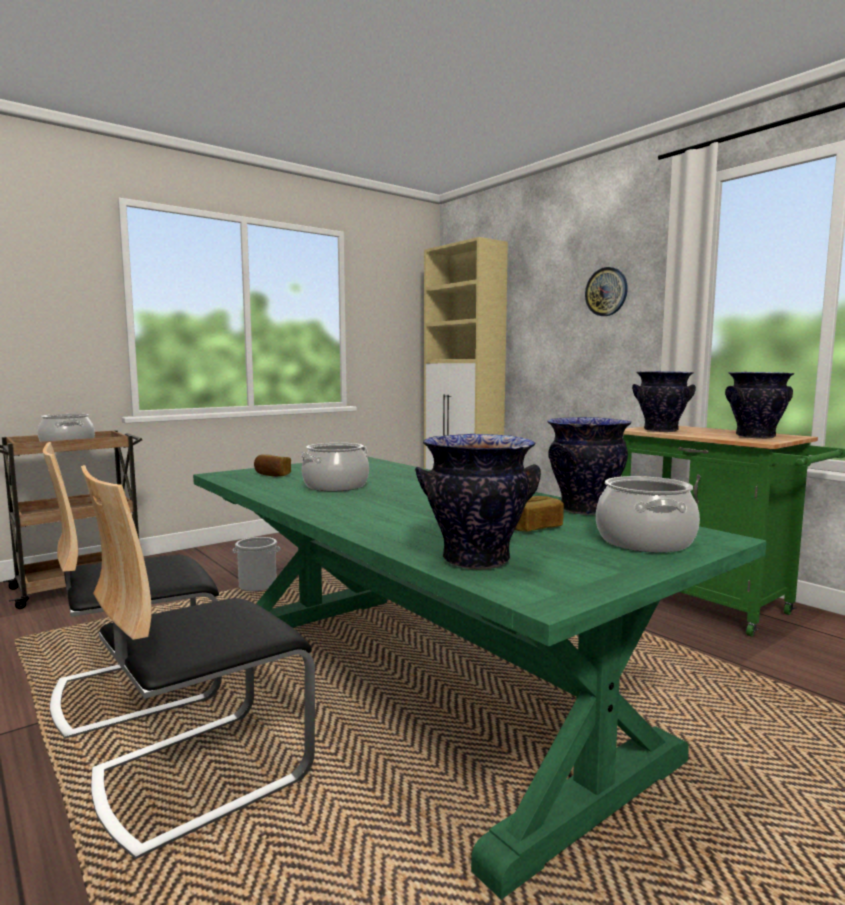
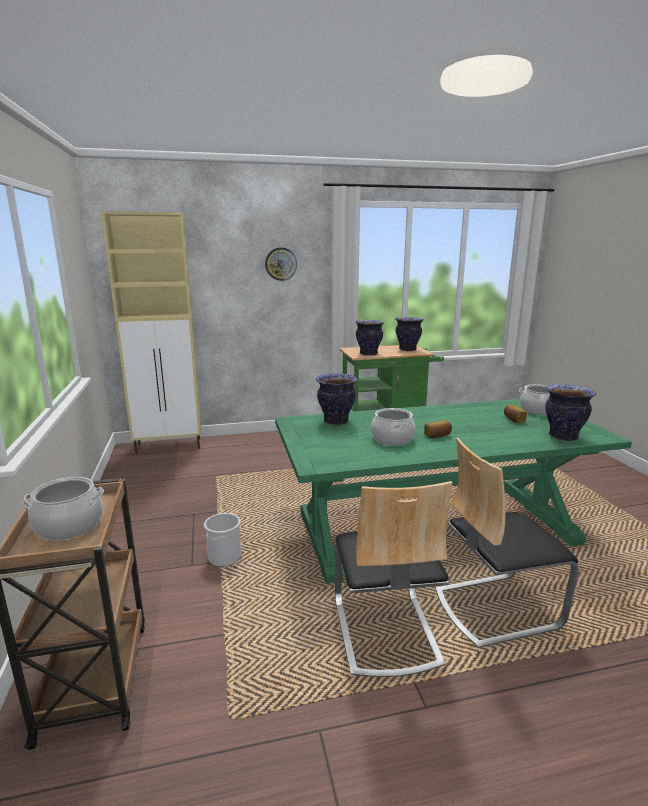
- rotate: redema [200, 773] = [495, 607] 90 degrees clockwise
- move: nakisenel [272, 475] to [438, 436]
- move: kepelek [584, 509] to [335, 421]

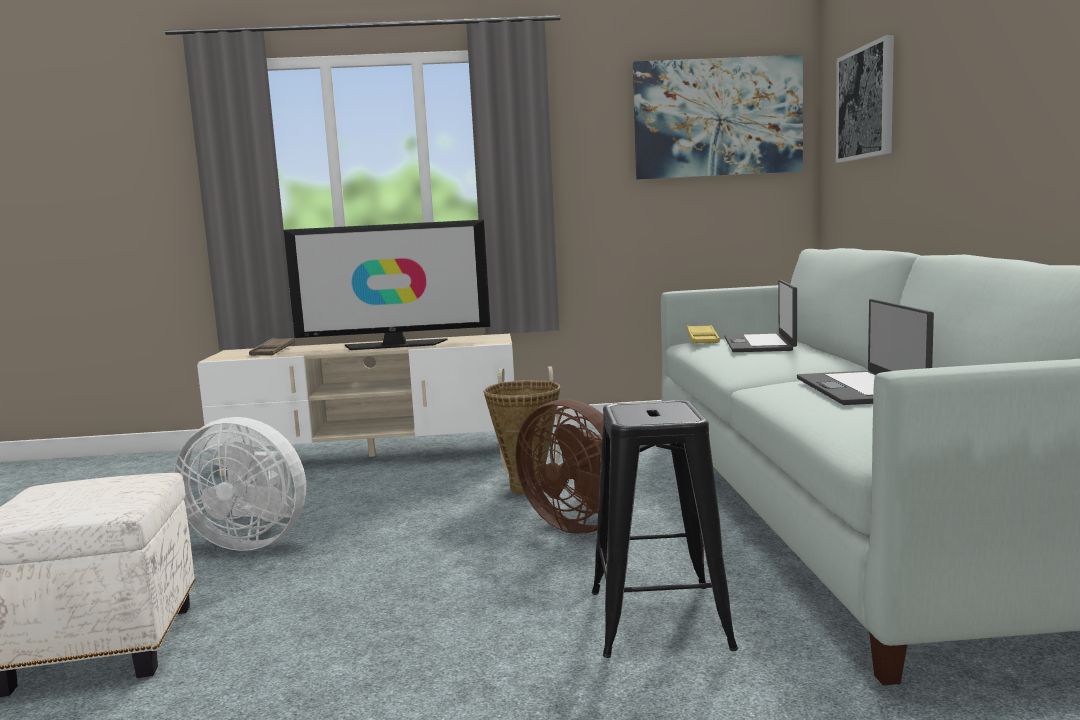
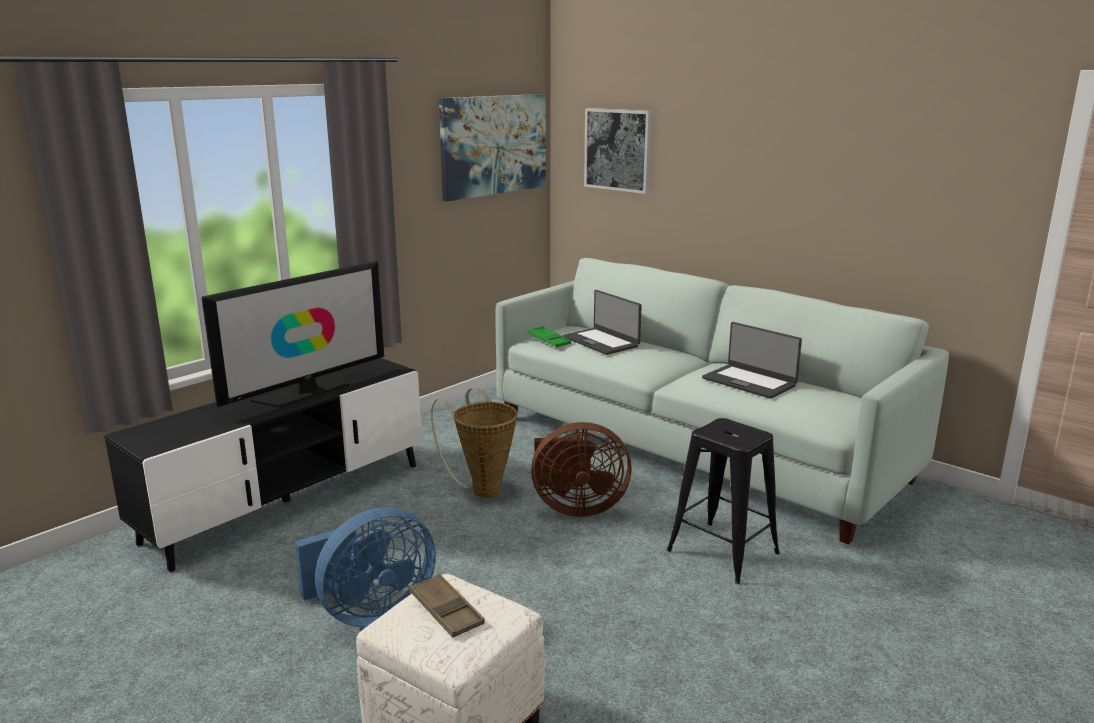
- recolor: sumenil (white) [252, 541] to sumenil (blue) [370, 613]
- recolor: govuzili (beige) [371, 456] to govuzili (black) [288, 501]
- move: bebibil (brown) [273, 351] to [446, 611]
- recolor: bebibil (yellow) [702, 339] to bebibil (green) [549, 340]

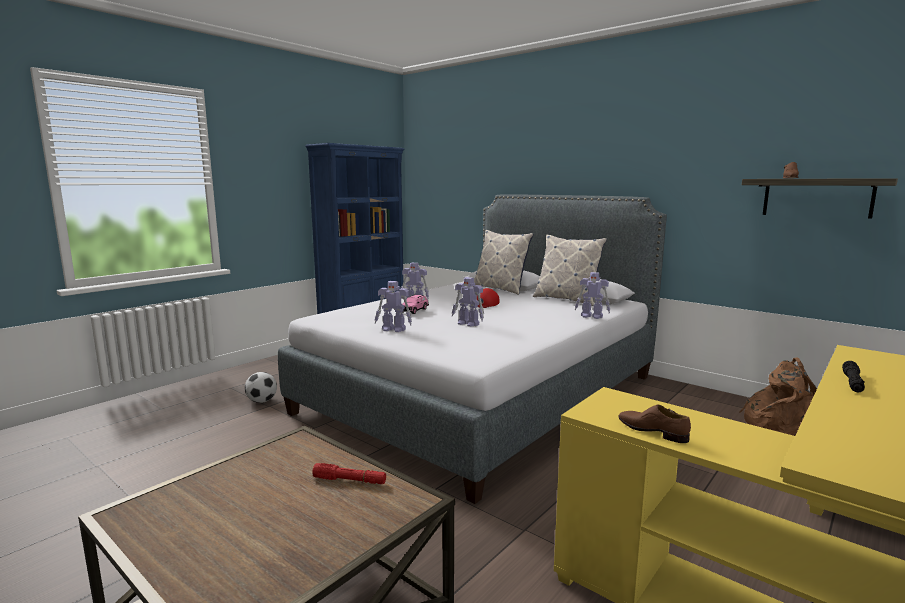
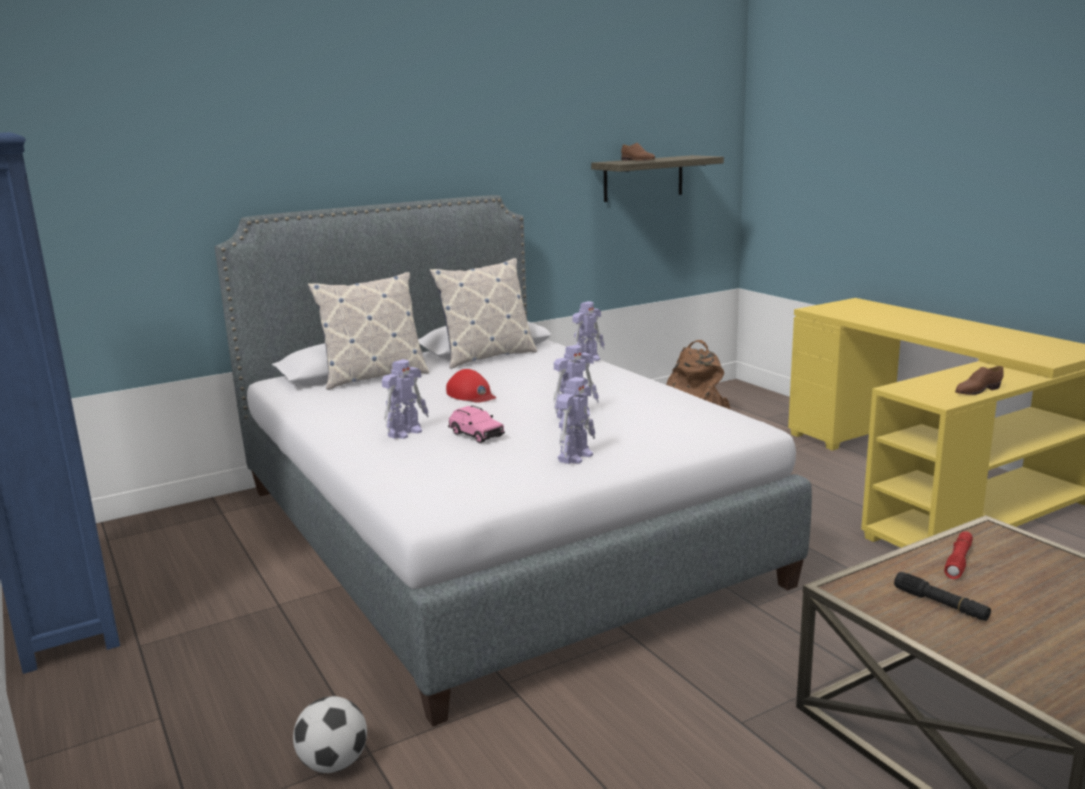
- move: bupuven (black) [852, 382] to [940, 604]

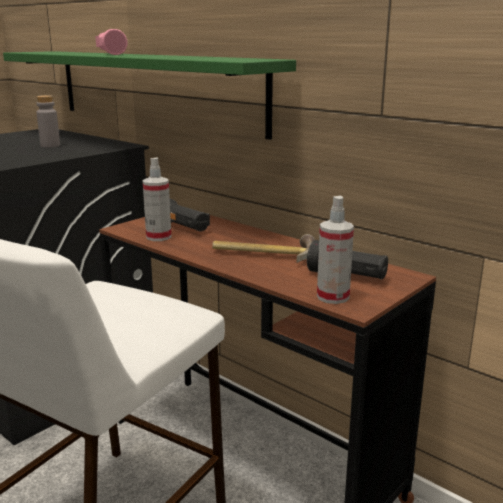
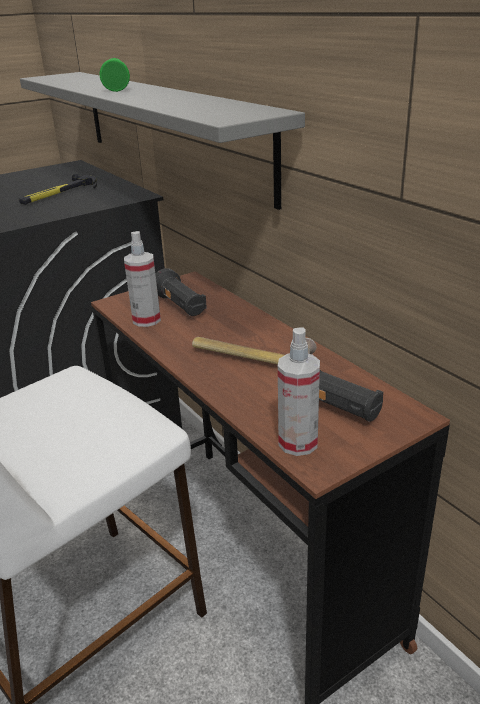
- recolor: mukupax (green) [153, 89] to mukupax (grey) [168, 128]
- replace: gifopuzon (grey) [50, 146] to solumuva [58, 194]
- recolor: bupuven (pink) [110, 54] to bupuven (green) [116, 87]

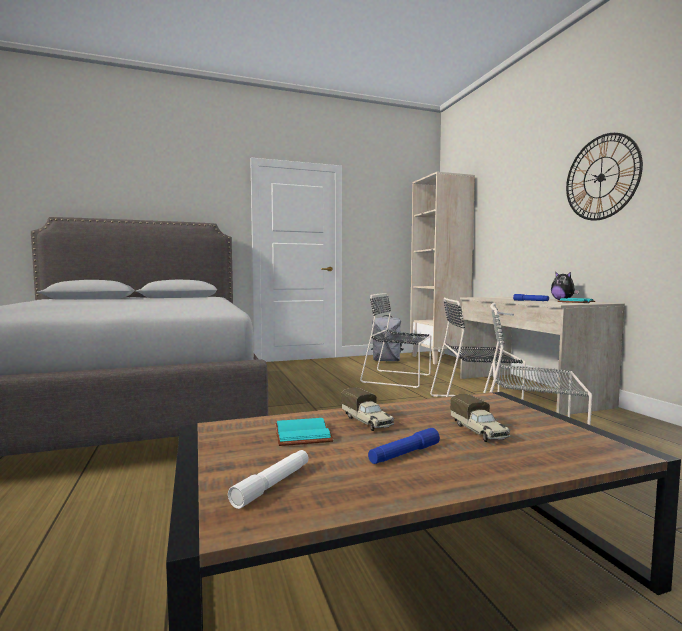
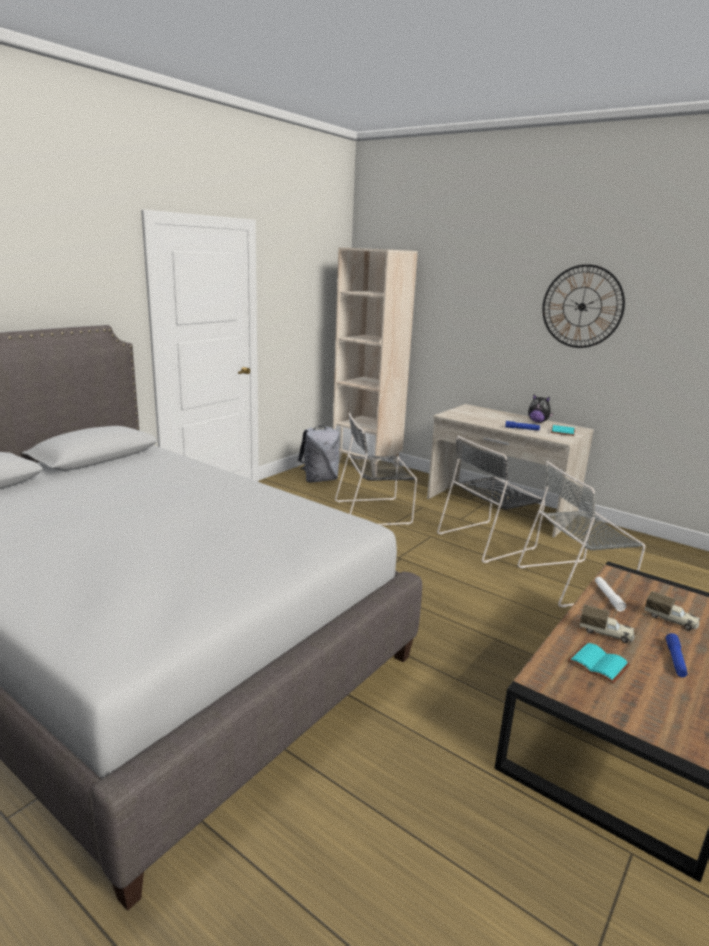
- move: bupuven (white) [272, 484] to [608, 597]

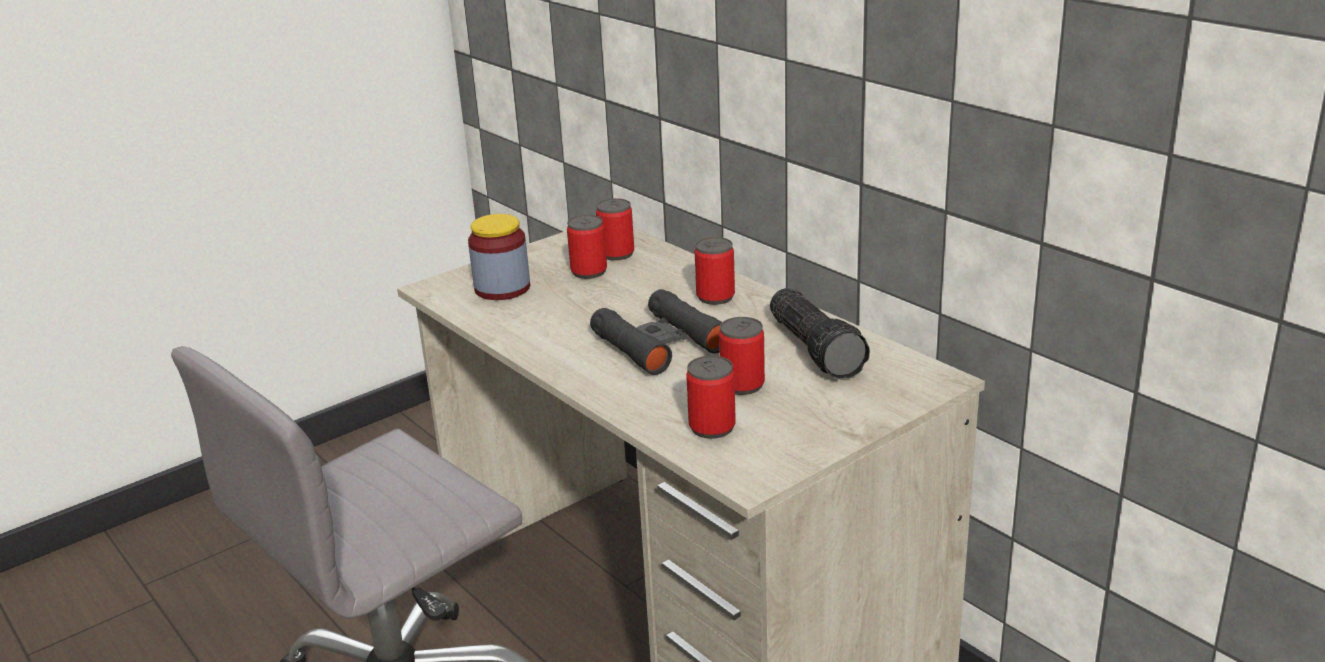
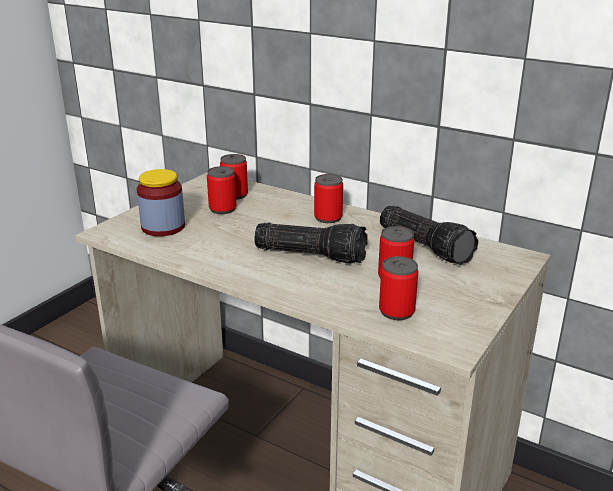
- replace: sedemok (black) [659, 343] to bupuven [311, 254]

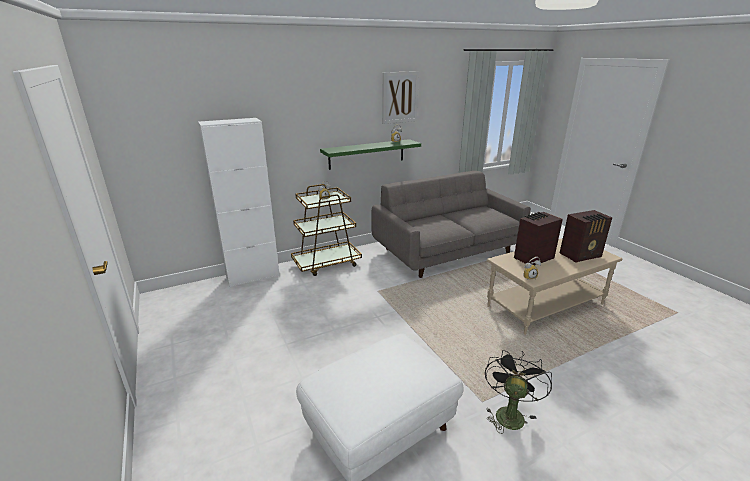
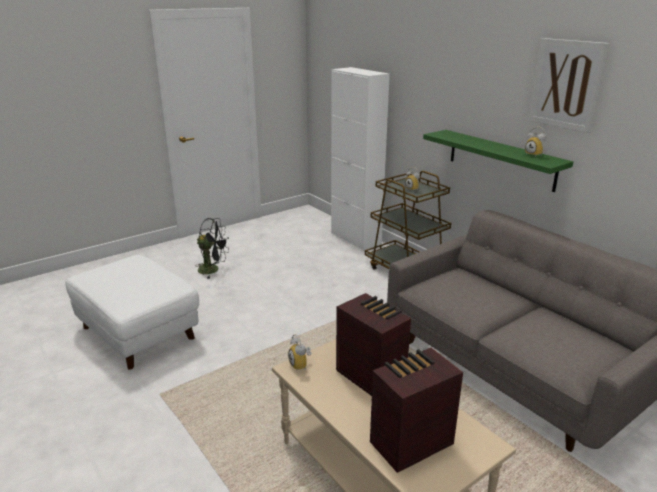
- move: sumenil (black) [509, 413] to [213, 270]
- rotate: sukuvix [581, 255] = [409, 443] 90 degrees clockwise

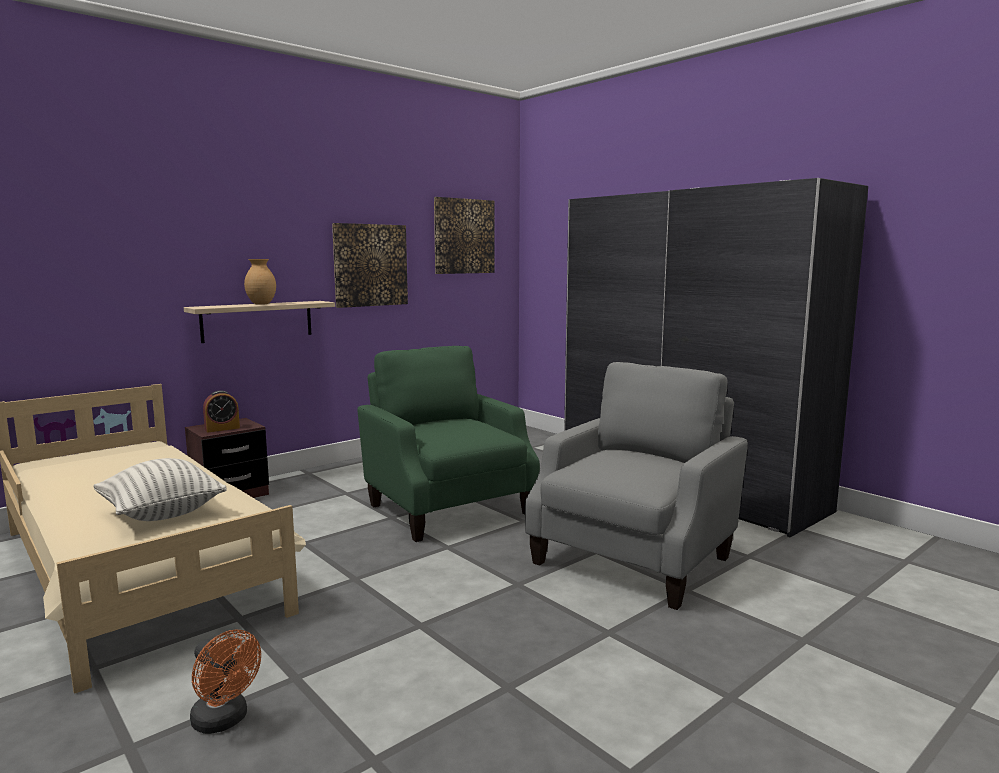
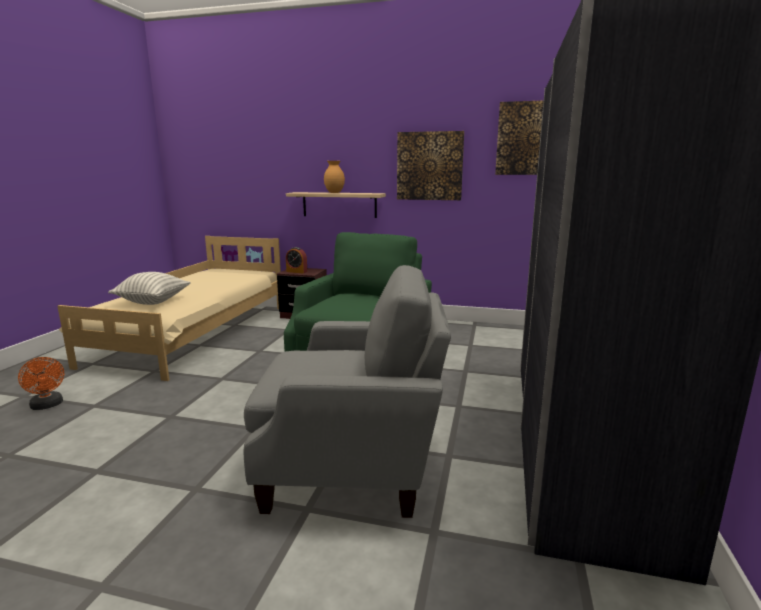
- rotate: sumenil (orange) [224, 721] = [47, 405] 45 degrees counterclockwise

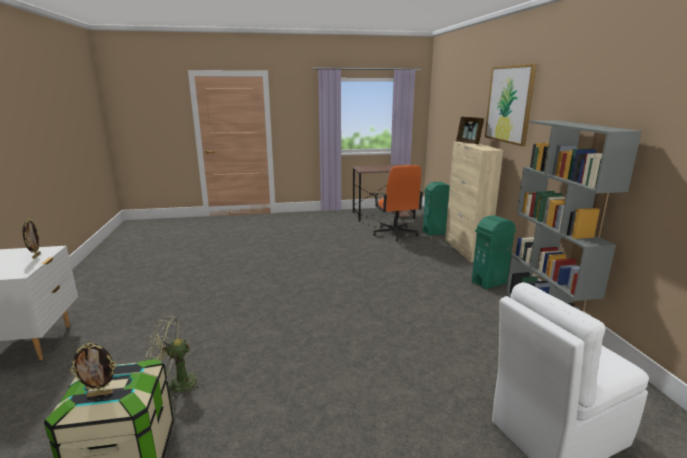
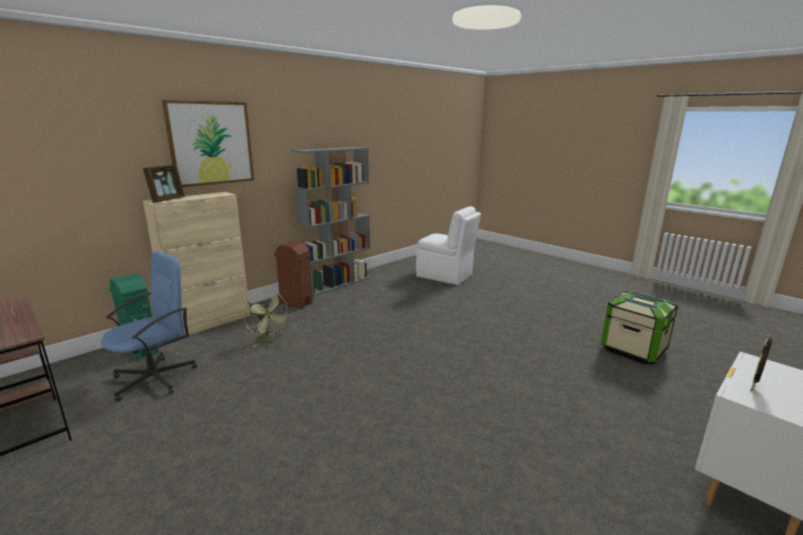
- delete: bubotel [100, 394]
- move: sumenil (green) [175, 384] to [269, 340]
- recolor: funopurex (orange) [395, 233] to funopurex (blue) [155, 378]
- recolor: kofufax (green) [489, 282] to kofufax (brown) [296, 303]

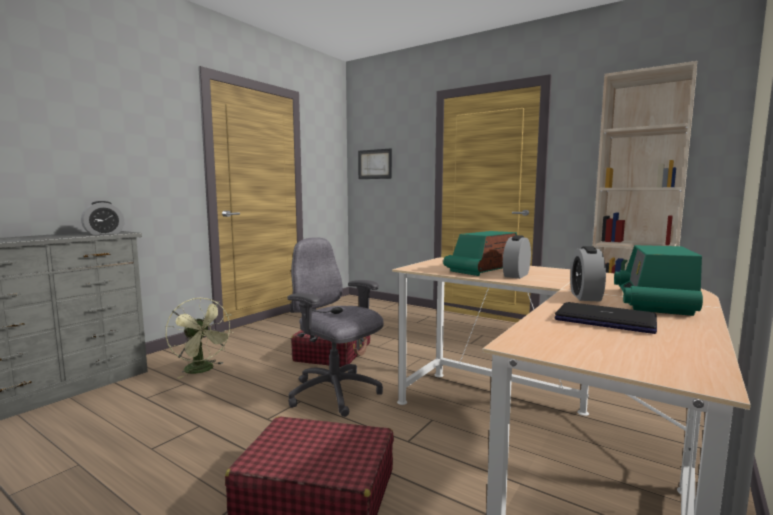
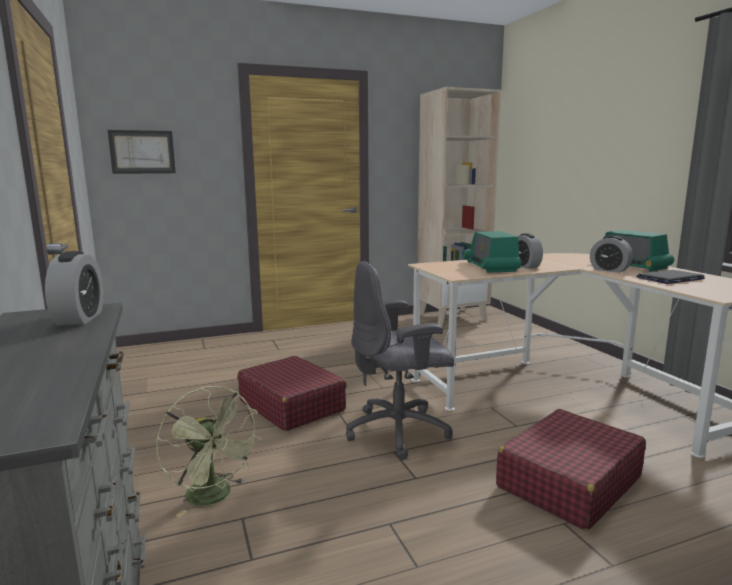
- rotate: sumenil (green) [202, 370] = [215, 497] 60 degrees clockwise

